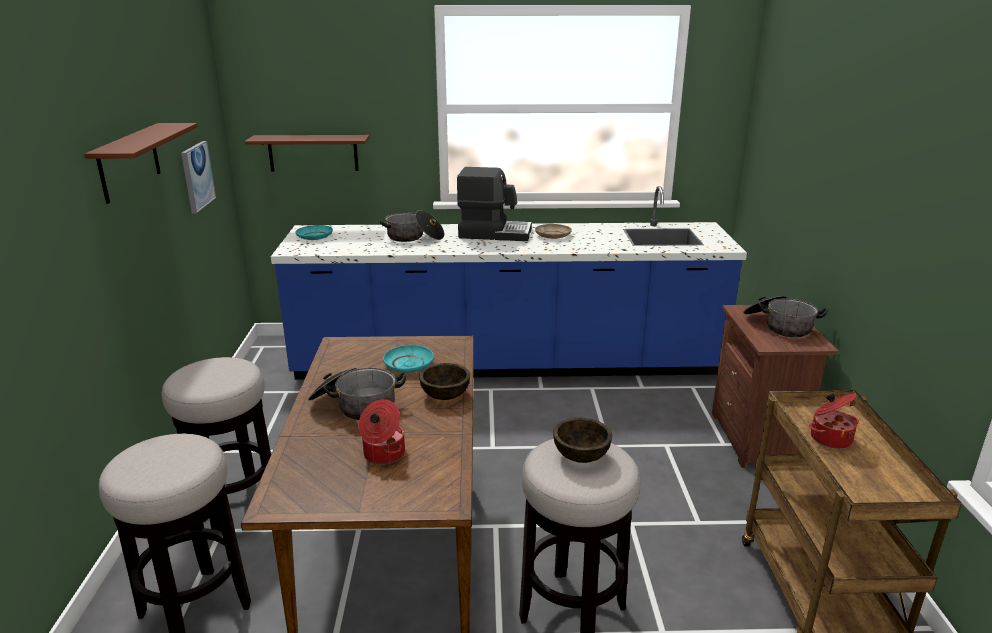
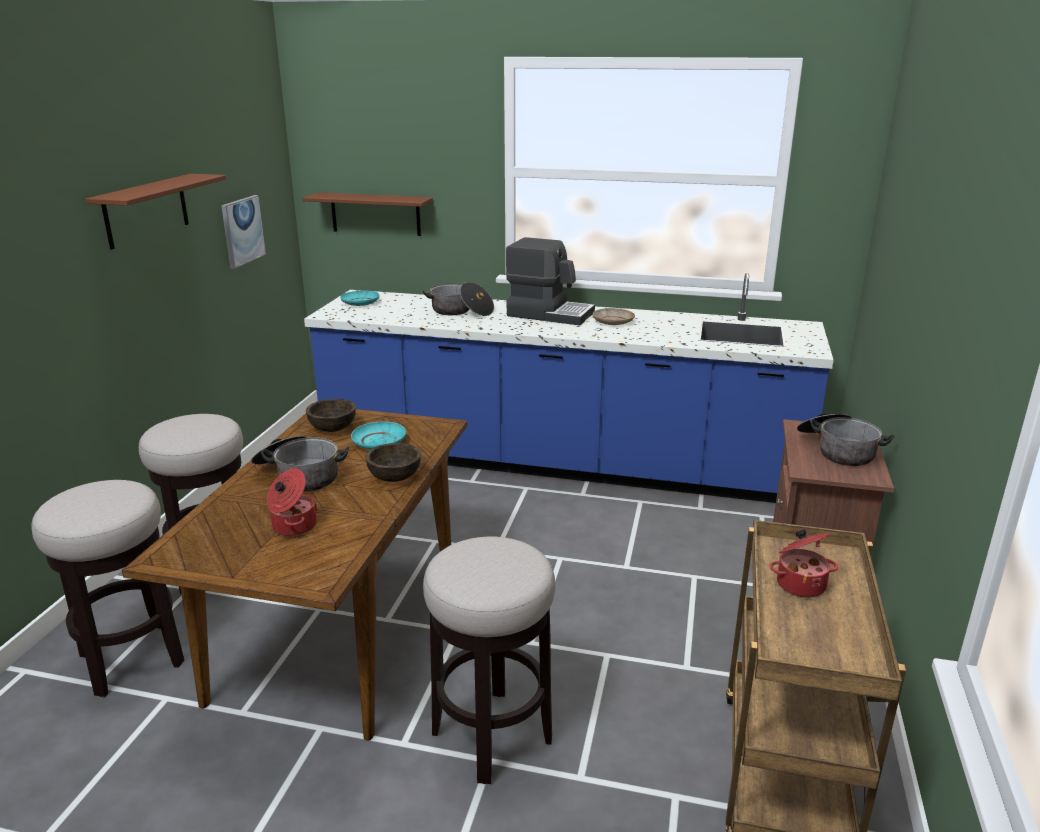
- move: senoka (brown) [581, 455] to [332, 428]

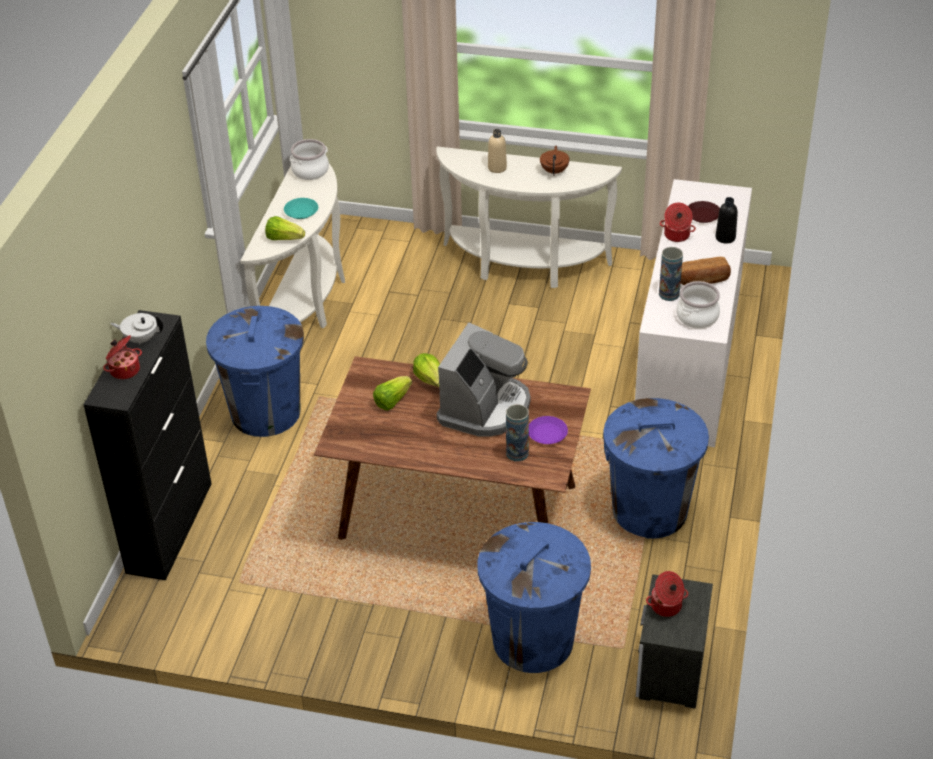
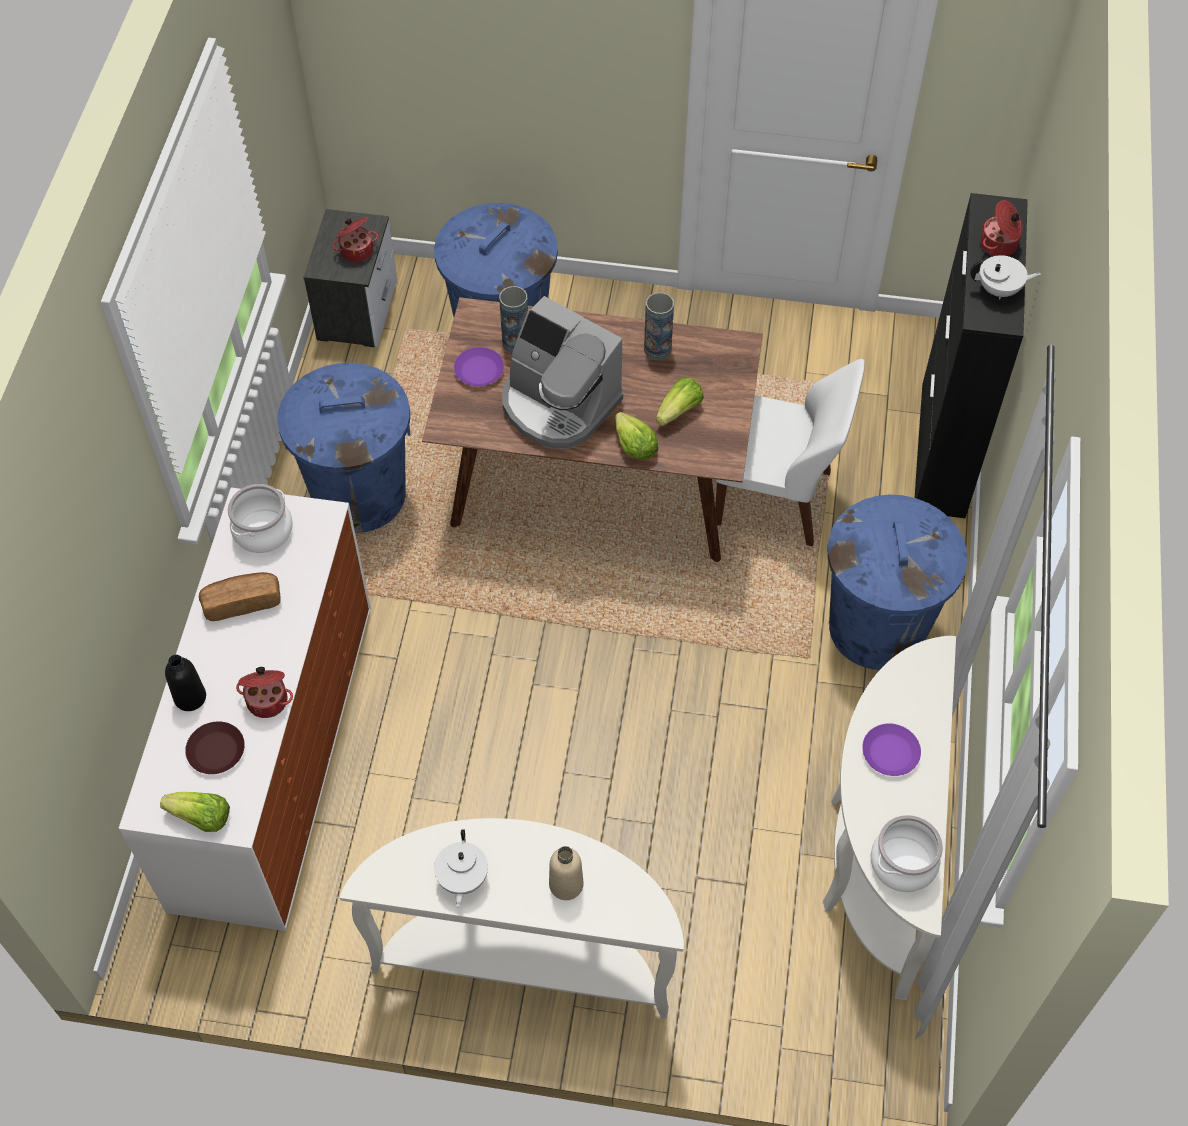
- move: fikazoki [284, 238] to [201, 818]
- recolor: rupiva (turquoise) [301, 211] to rupiva (purple) [891, 752]
- rotate: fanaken [485, 408] = [558, 404] 75 degrees counterclockwise
- recolor: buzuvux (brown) [554, 171] to buzuvux (white) [462, 879]
- move: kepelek [669, 294] to [657, 349]
- insert: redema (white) [777, 499]

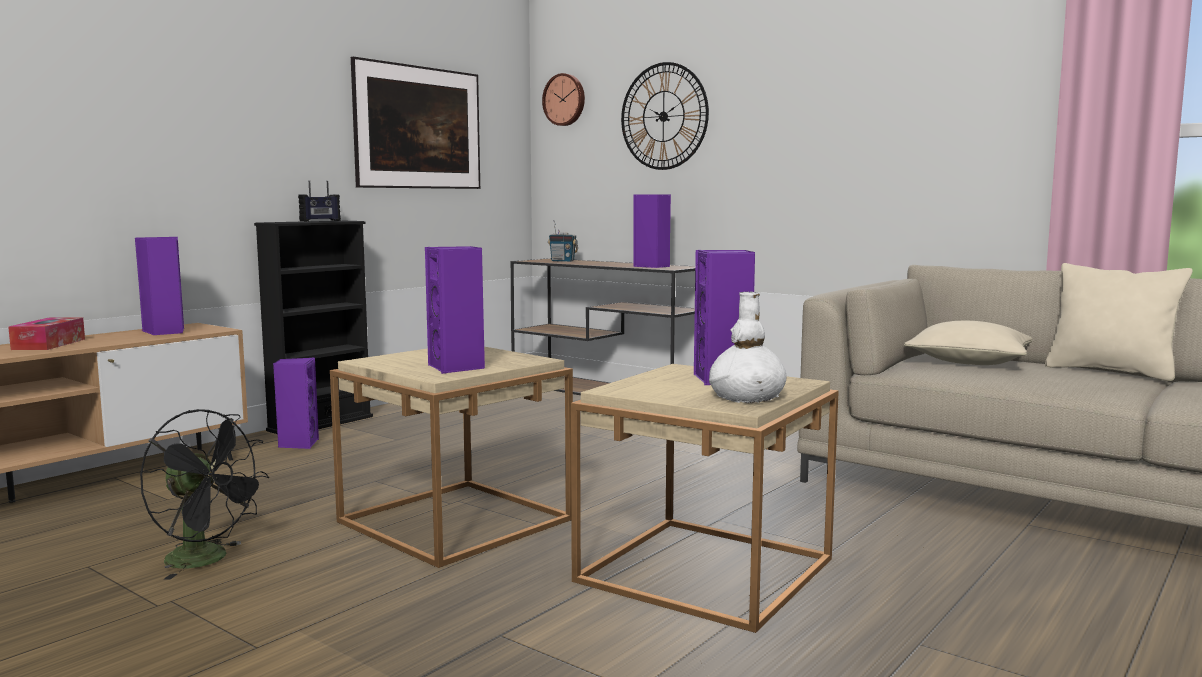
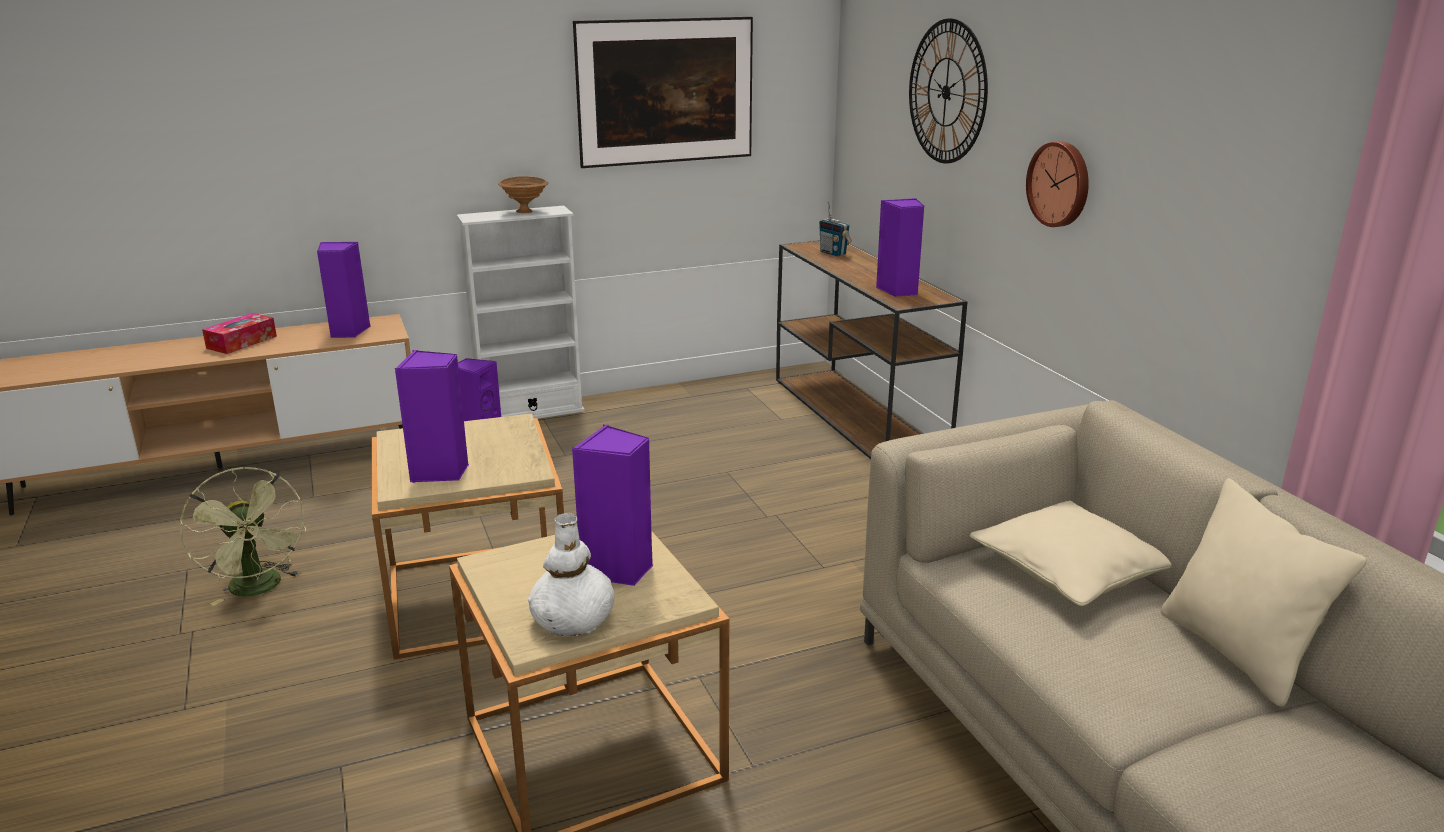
- recolor: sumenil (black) [208, 560] to sumenil (green) [260, 589]
- recolor: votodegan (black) [321, 423] to votodegan (white) [530, 412]
- replace: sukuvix [320, 221] to senoka (brown) [526, 212]
- move: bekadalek [565, 100] to [1060, 184]

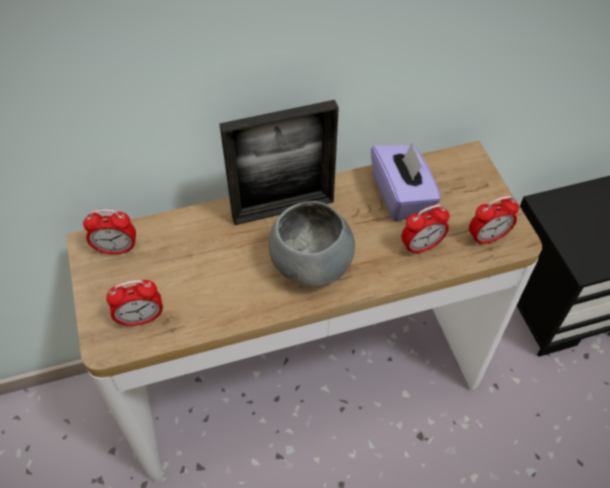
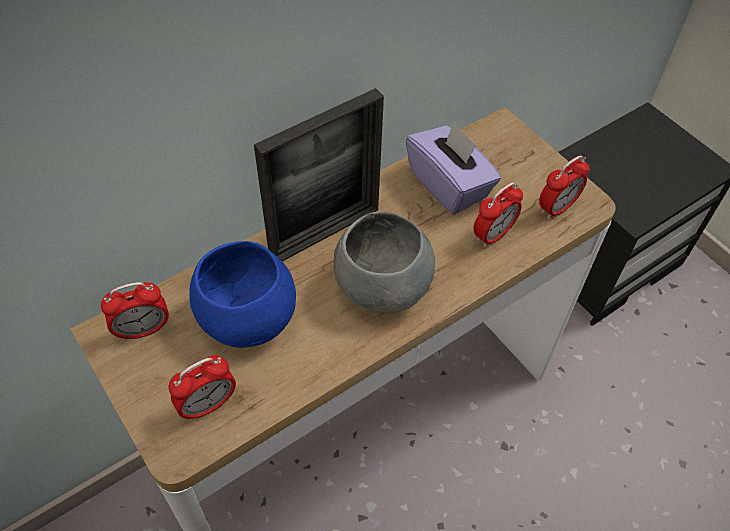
- insert: senoka (blue) [248, 317]

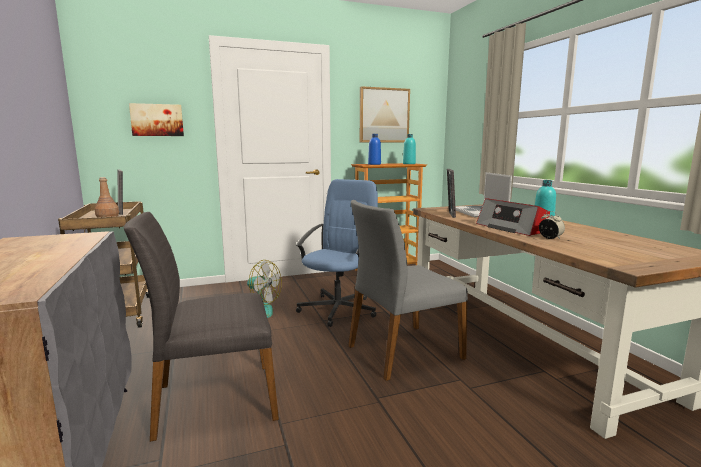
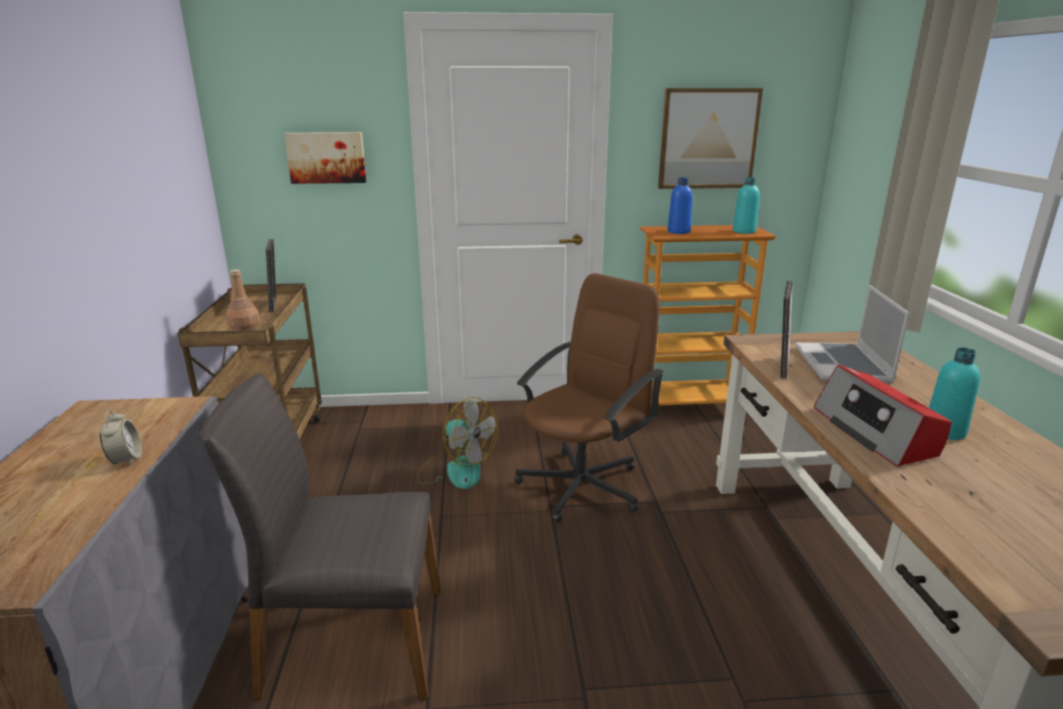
- recolor: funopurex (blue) [339, 309] to funopurex (brown) [582, 485]
- delete: redema (grey) [402, 351]
- move: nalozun [550, 238] to [126, 460]

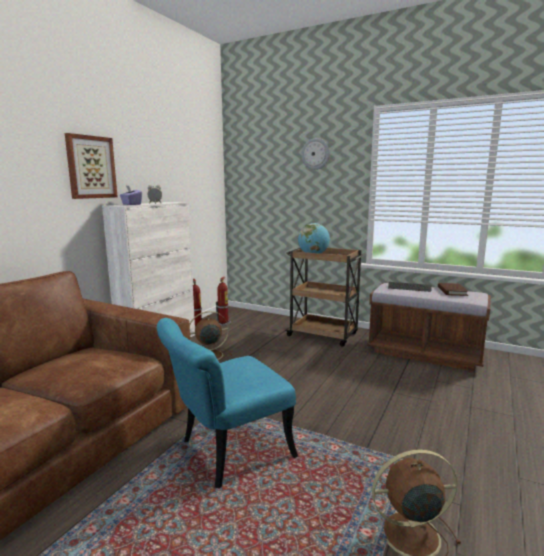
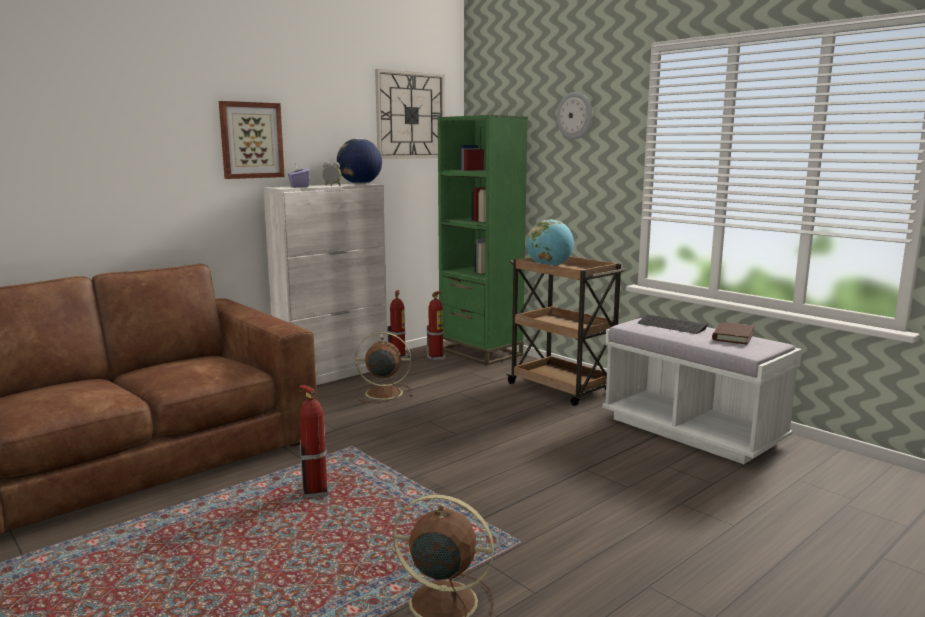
- replace: redema (turquoise) [226, 453] to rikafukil [315, 492]
- recolor: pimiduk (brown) [424, 353] to pimiduk (white) [691, 431]
- insert: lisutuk [359, 184]
- insert: bekadalek [410, 115]
- insert: votodegan (green) [480, 352]

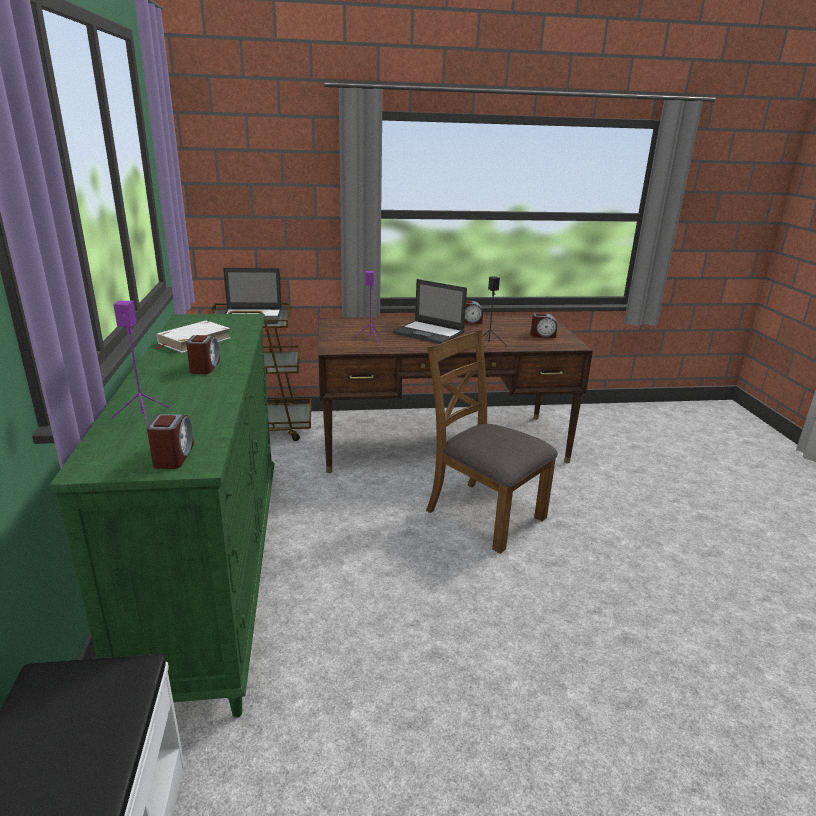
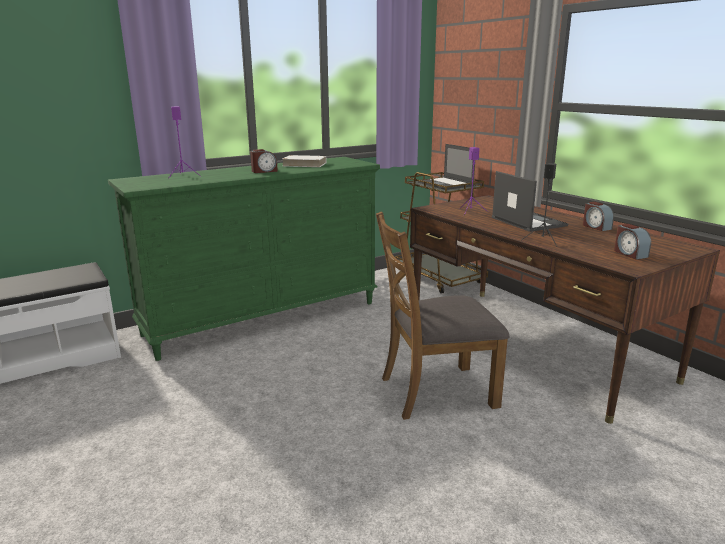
- delete: nalozun [173, 456]
- rotate: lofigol [429, 333] = [527, 221] 150 degrees clockwise
- rotate: redema (brown) [483, 514] = [436, 391] 120 degrees counterclockwise

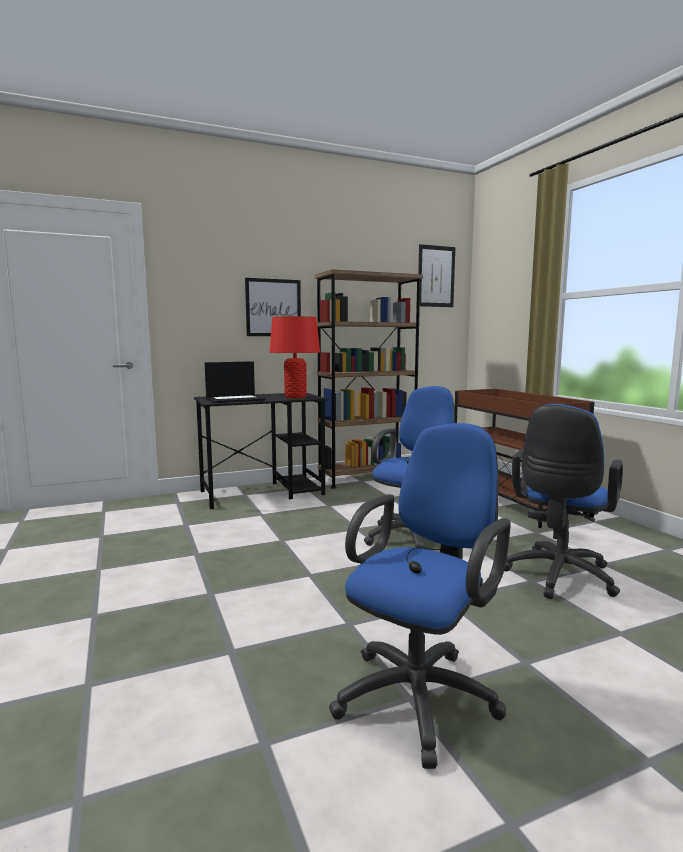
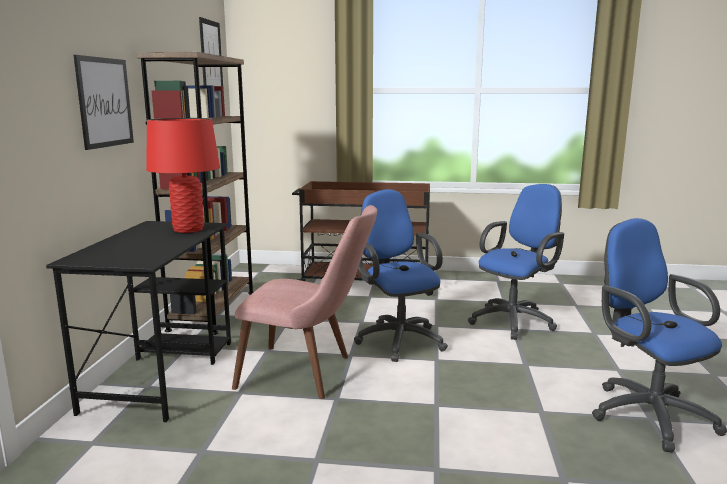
- delete: lofigol [235, 399]
- rotate: funopurex (blue) [558, 578] = [515, 321] 105 degrees counterclockwise
- insert: redema (pink) [309, 372]

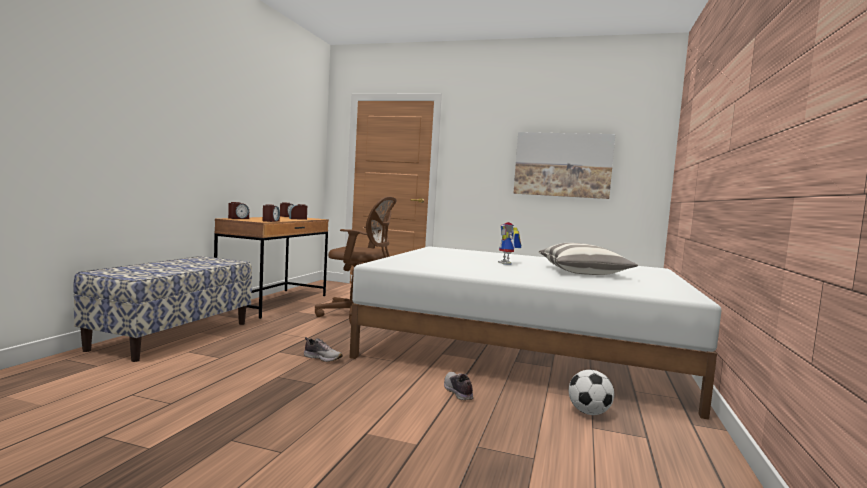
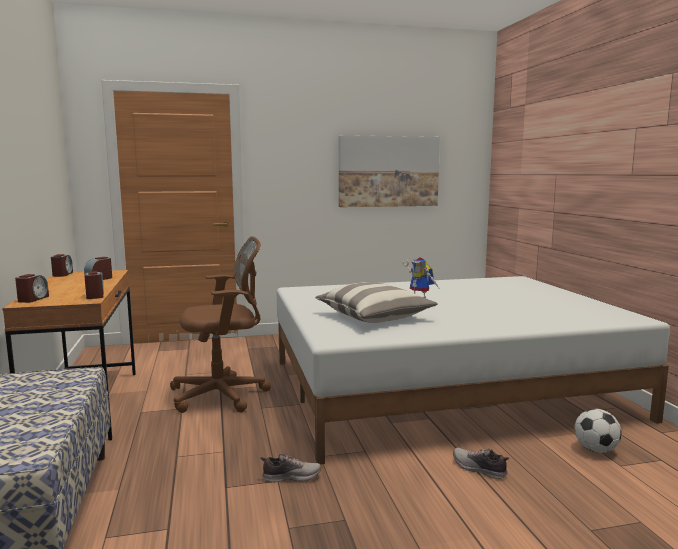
- move: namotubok [582, 272] to [374, 317]

